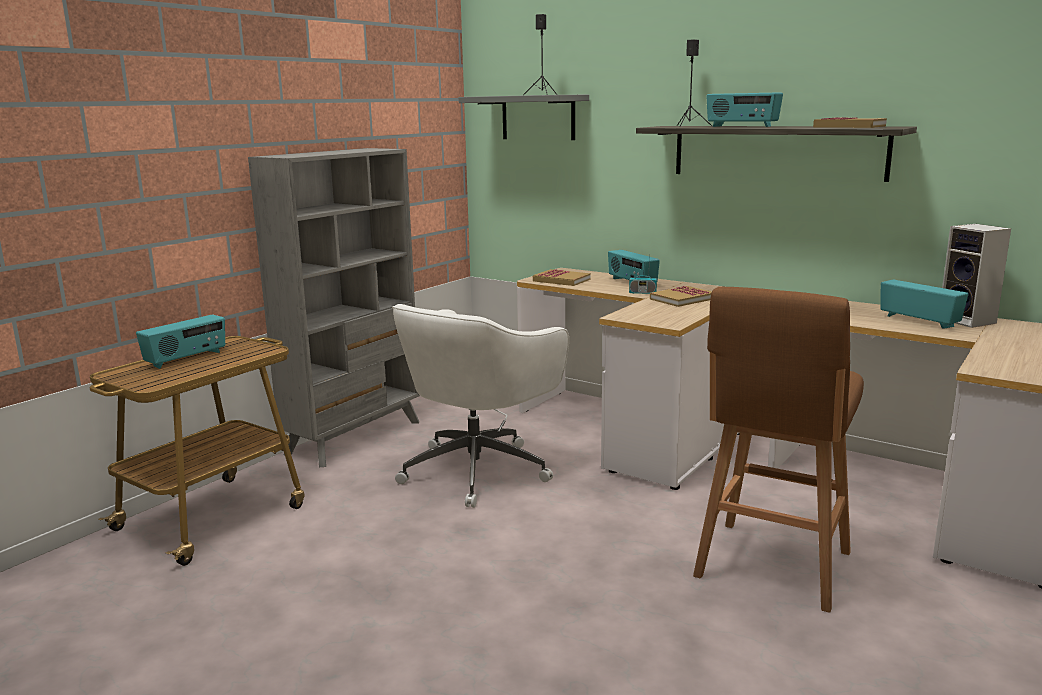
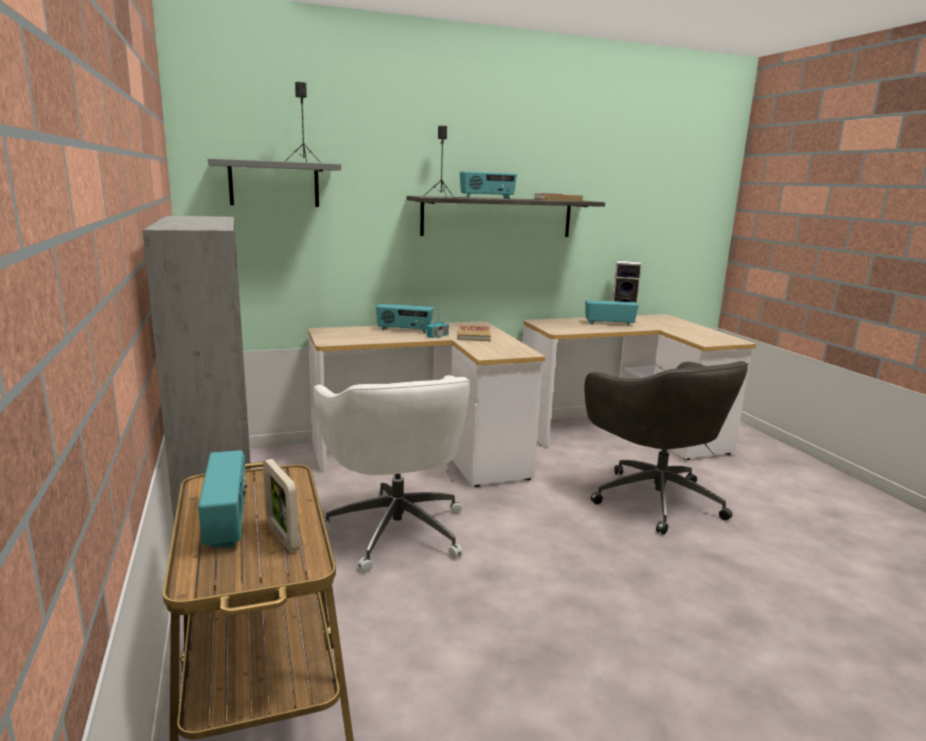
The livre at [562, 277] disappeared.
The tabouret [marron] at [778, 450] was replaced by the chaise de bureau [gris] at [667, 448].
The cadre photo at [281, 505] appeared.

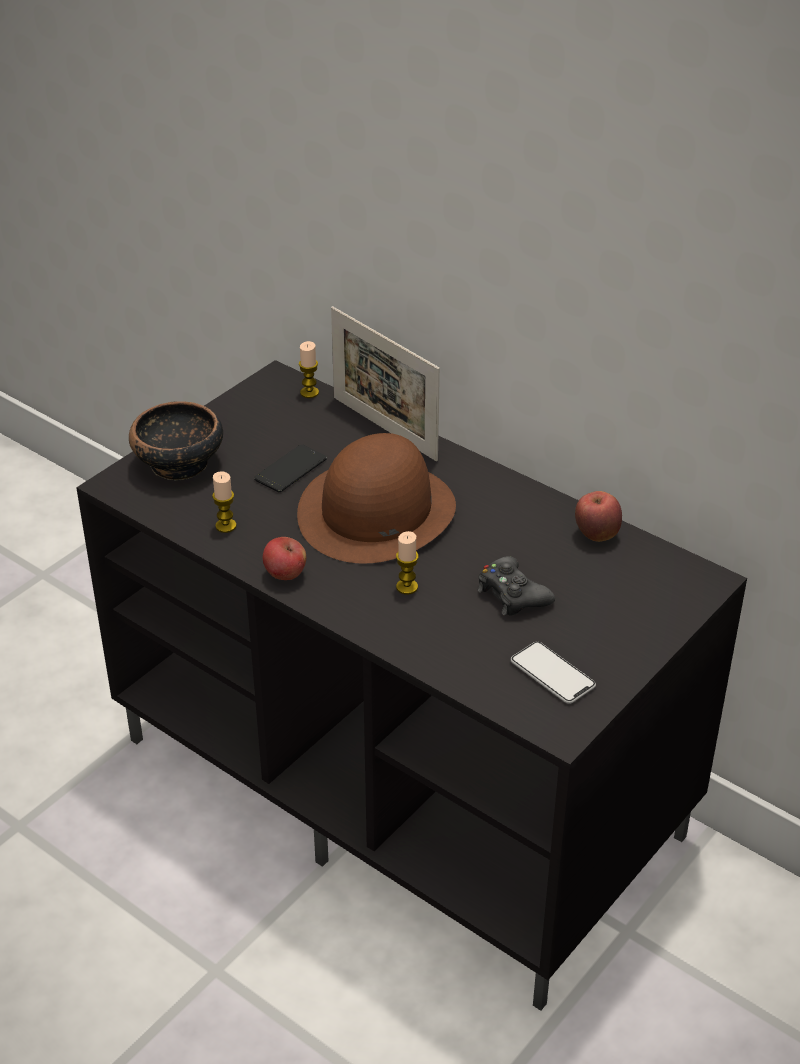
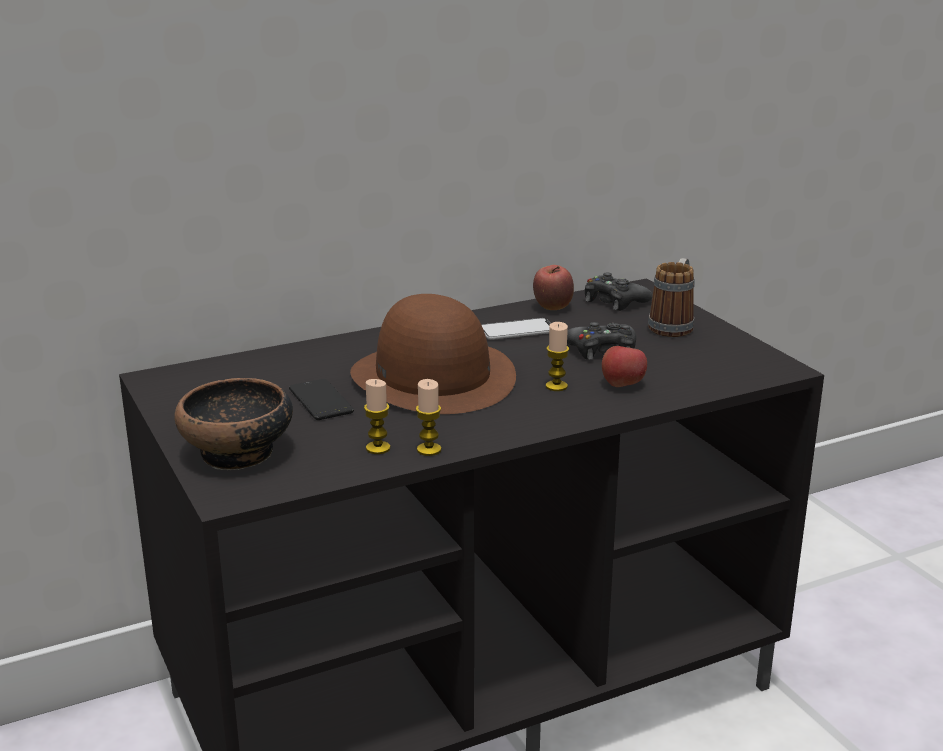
The pomme moved from [284, 558] to [624, 366].
The bougie moved from [309, 369] to [429, 417].
The cadre photo at [385, 383] disappeared.
The téléphone moved from [553, 672] to [516, 329].
The manette [noir] at [619, 292] appeared.
The mug at [671, 297] appeared.

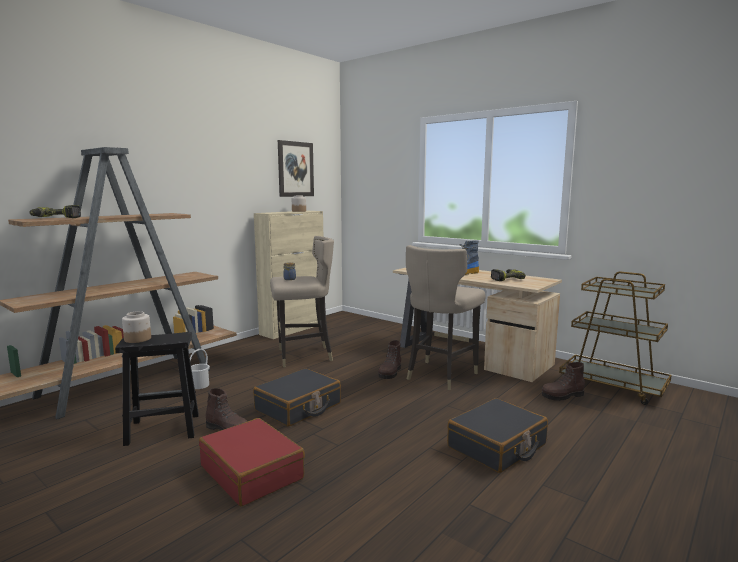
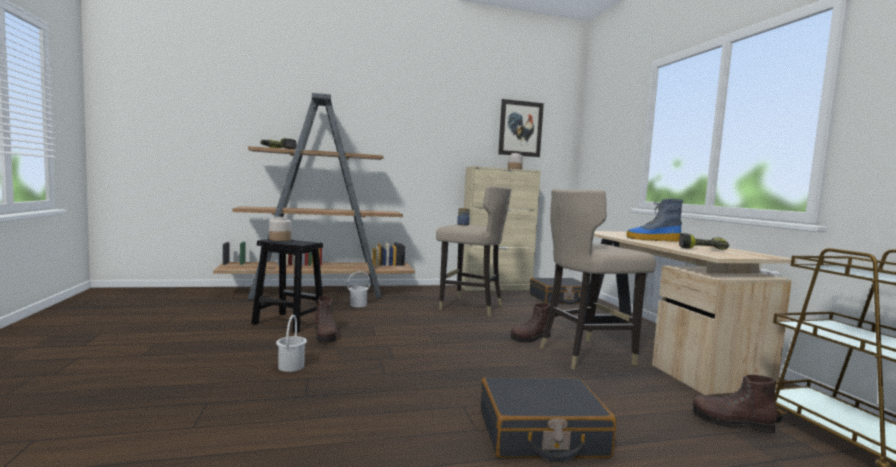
The valise [rouge] at [252, 462] was replaced by the seau [blanc] at [291, 343].
The valise [noir] moved from [297, 397] to [556, 291].

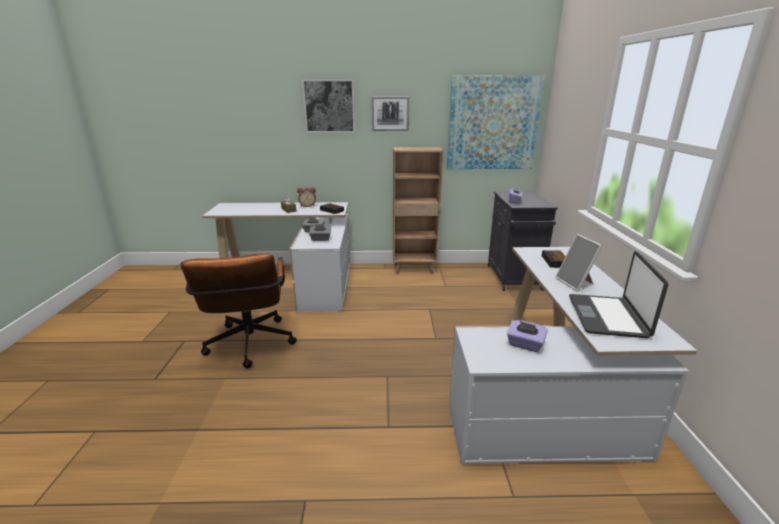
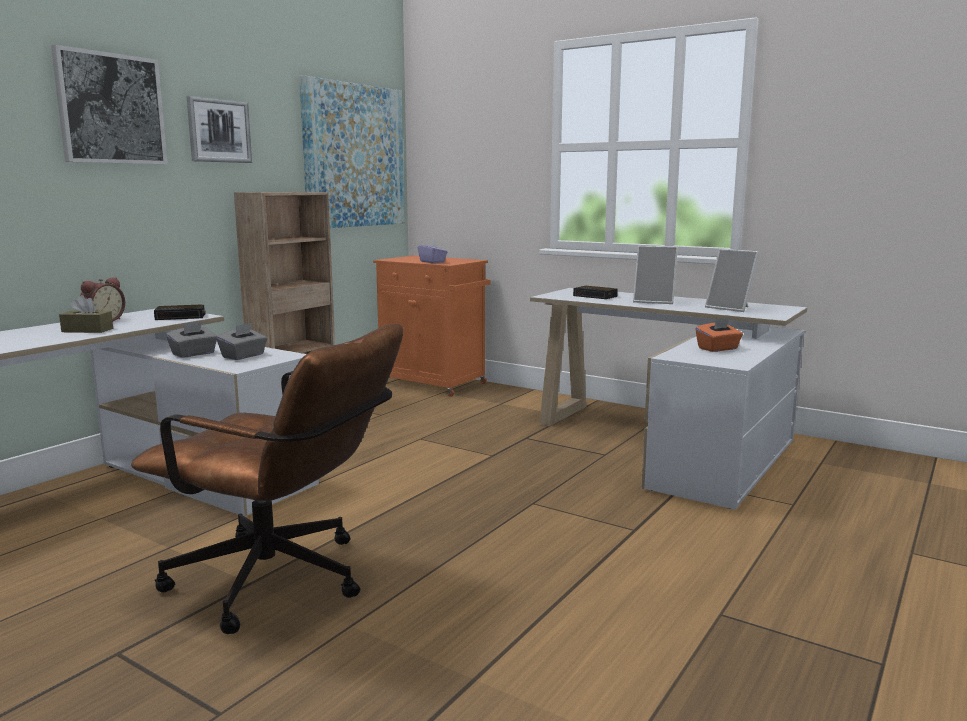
The meuble de rangement [noir] at [523, 241] became the meuble de rangement [orange] at [431, 326].
The boîte à mouchoirs [violet] at [527, 336] became the boîte à mouchoirs [orange] at [719, 335].
The ordinateur portable at [618, 294] was replaced by the cadre photo at [732, 280].

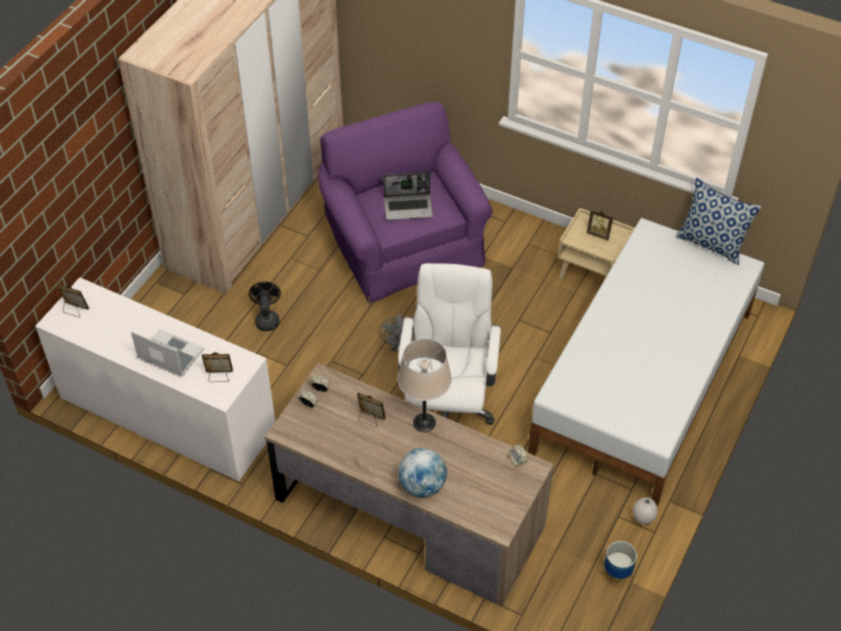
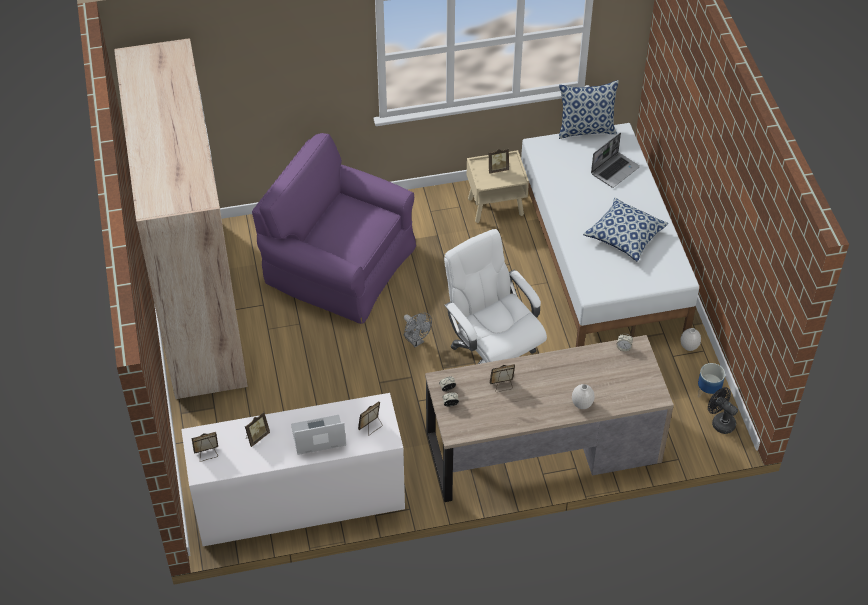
The ventilateur [noir] moved from [265, 306] to [723, 410].
The ordinateur portable moved from [408, 196] to [615, 160].
The lampe de table [beige] at [424, 385] disappeared.
The globe at [422, 473] was replaced by the vase [blanc] at [583, 396].
The cadre photo at [257, 429] appeared.
The coussin at [625, 230] appeared.

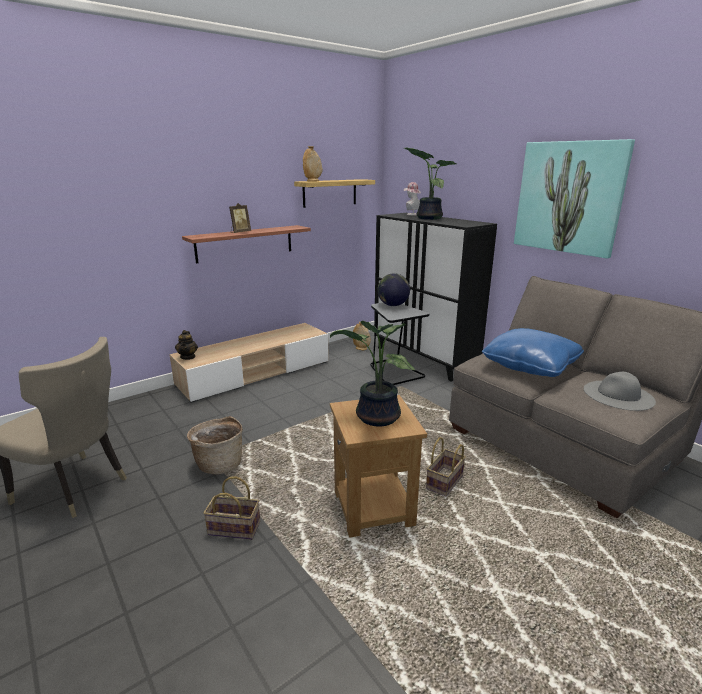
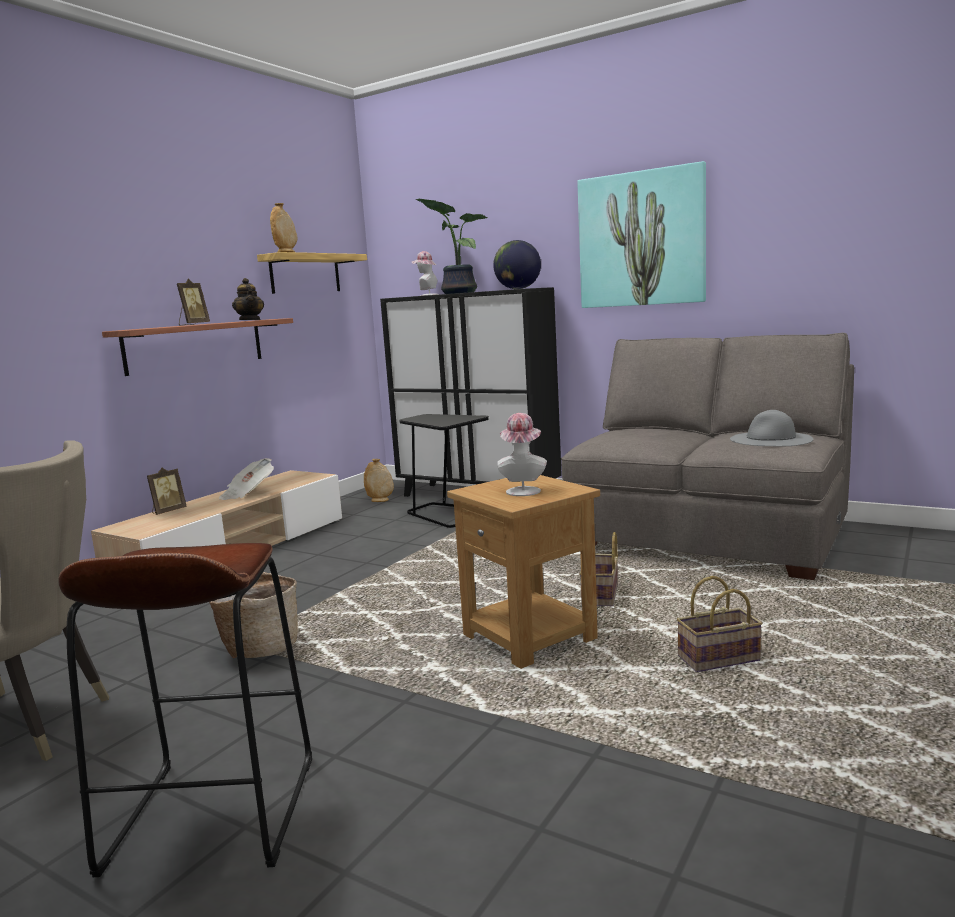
The théière moved from [186, 345] to [248, 299].
The panier moved from [232, 508] to [719, 624].
The plante en pot at [372, 373] was replaced by the chapeau at [522, 454].
The globe moved from [393, 289] to [517, 264].
The coussin [bleu] at [533, 352] disappeared.
The tabouret [marron] at [185, 710] appeared.
The cadre photo at [167, 491] appeared.
The journal at [246, 479] appeared.

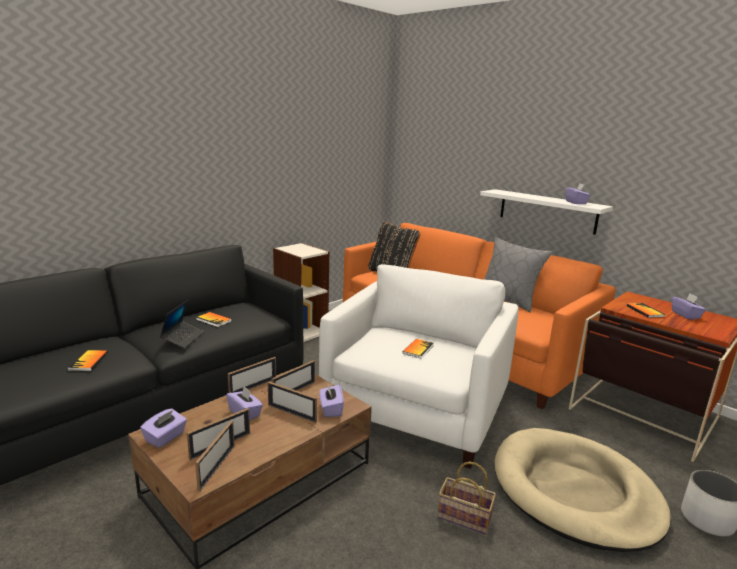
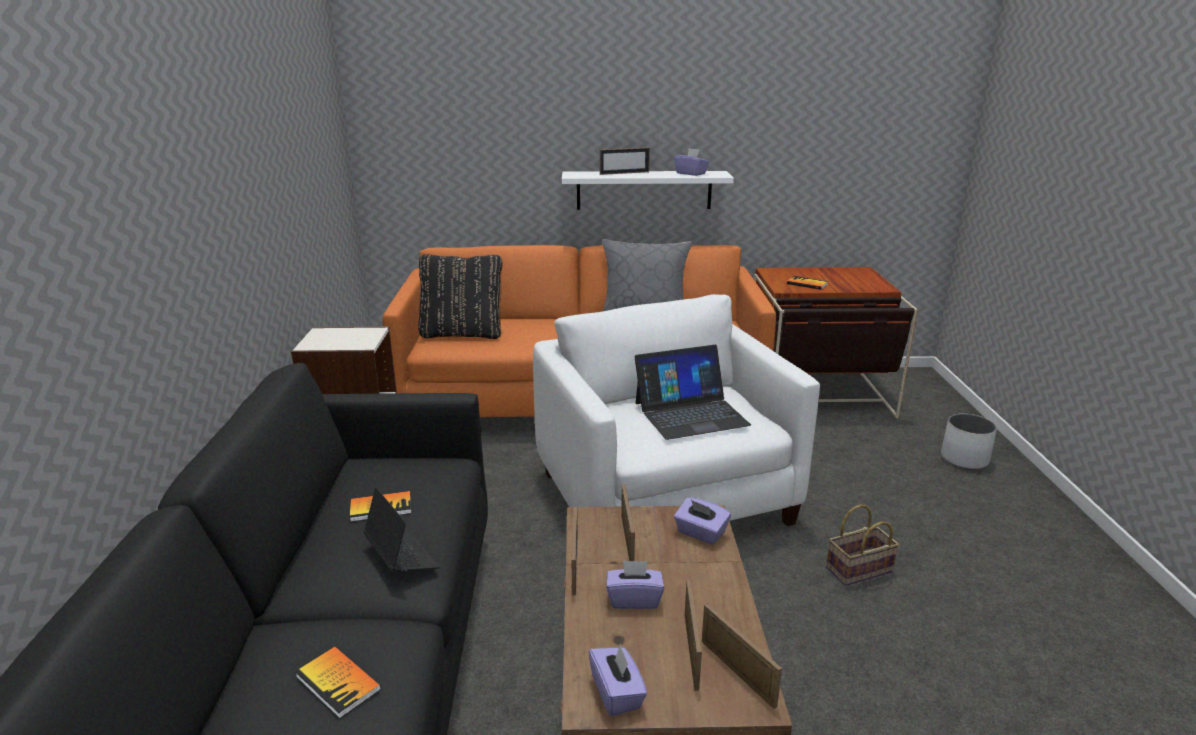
The cadre photo moved from [292, 402] to [625, 161].
The livre at [418, 349] was replaced by the ordinateur portable at [693, 392].
The panier pour chien [beige] at [582, 490] disappeared.
The boîte à mouchoirs [violet] at [689, 306] disappeared.

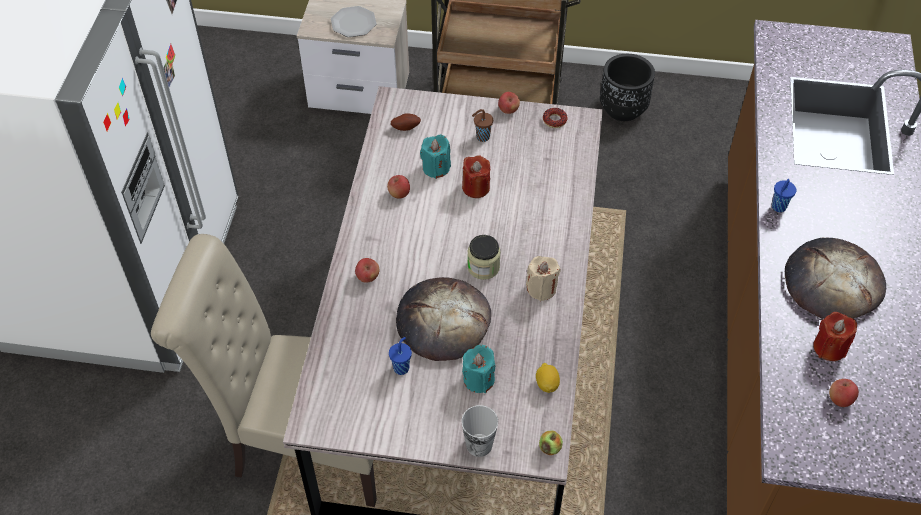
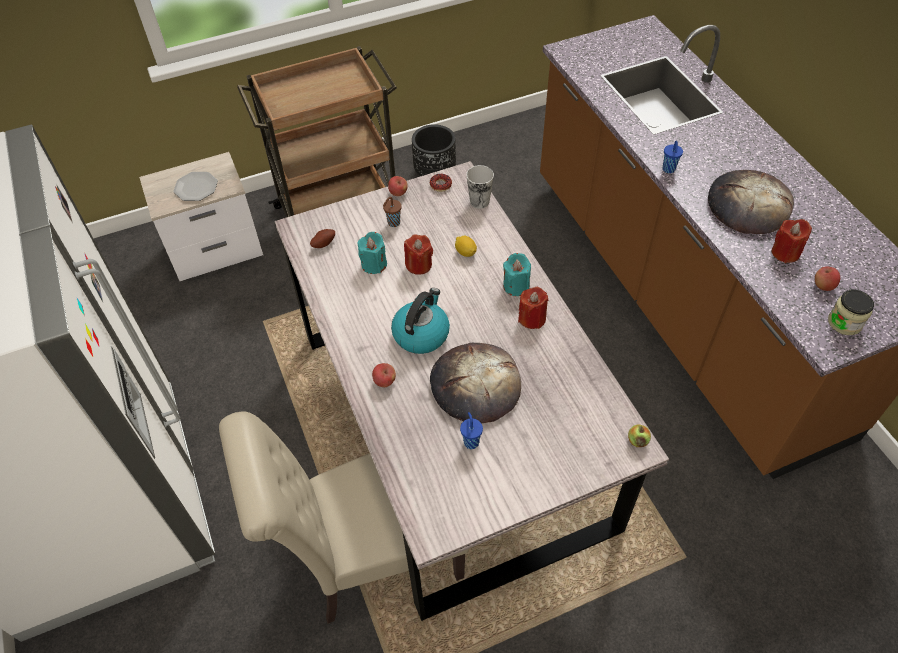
The pomme at [398, 187] disappeared.
The tasse moved from [479, 431] to [480, 187].
The bougie [turquoise] moved from [478, 369] to [517, 274].
The bocal moved from [484, 257] to [851, 312].
The bougie [beige] at [543, 278] became the bougie [rouge] at [533, 308].
The citron moved from [548, 378] to [466, 246].
The bouilloire at [420, 321] appeared.

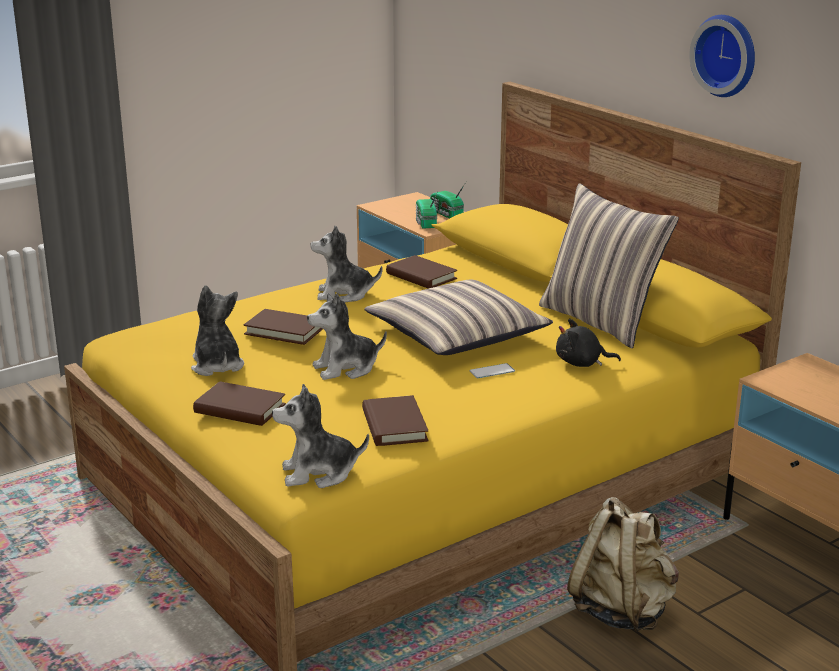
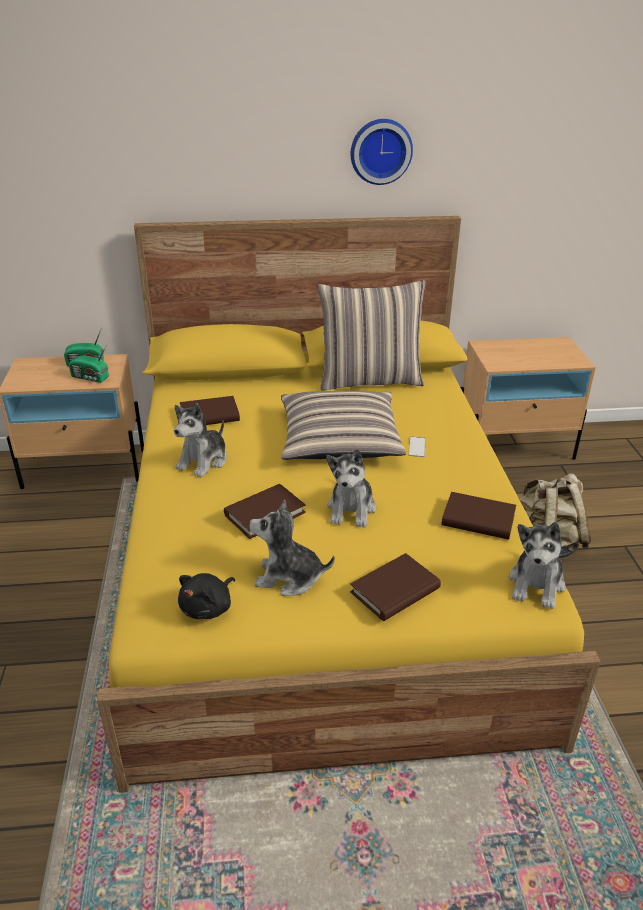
The peluche [noir] moved from [588, 343] to [206, 596].

